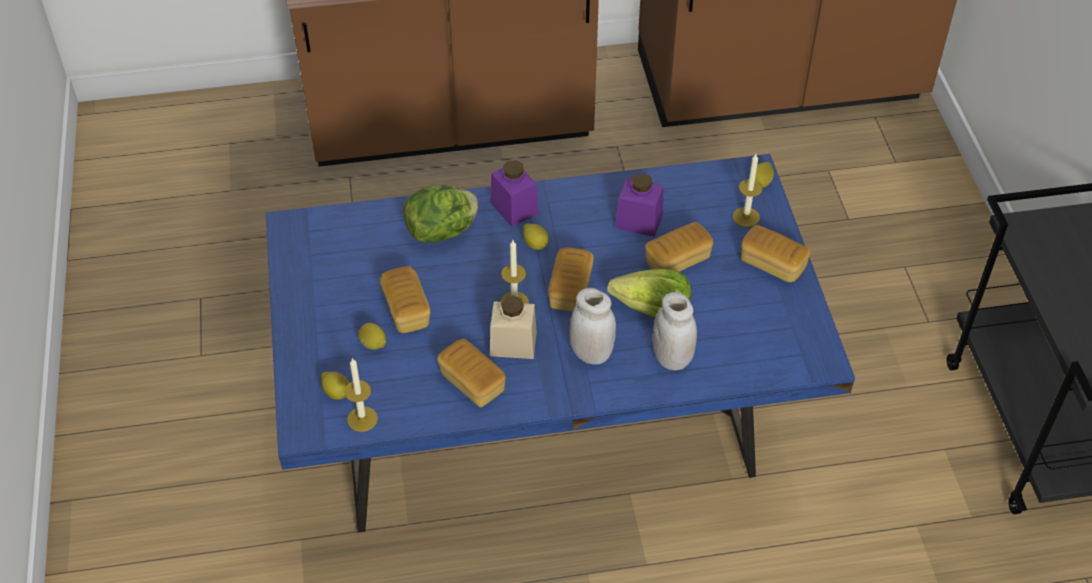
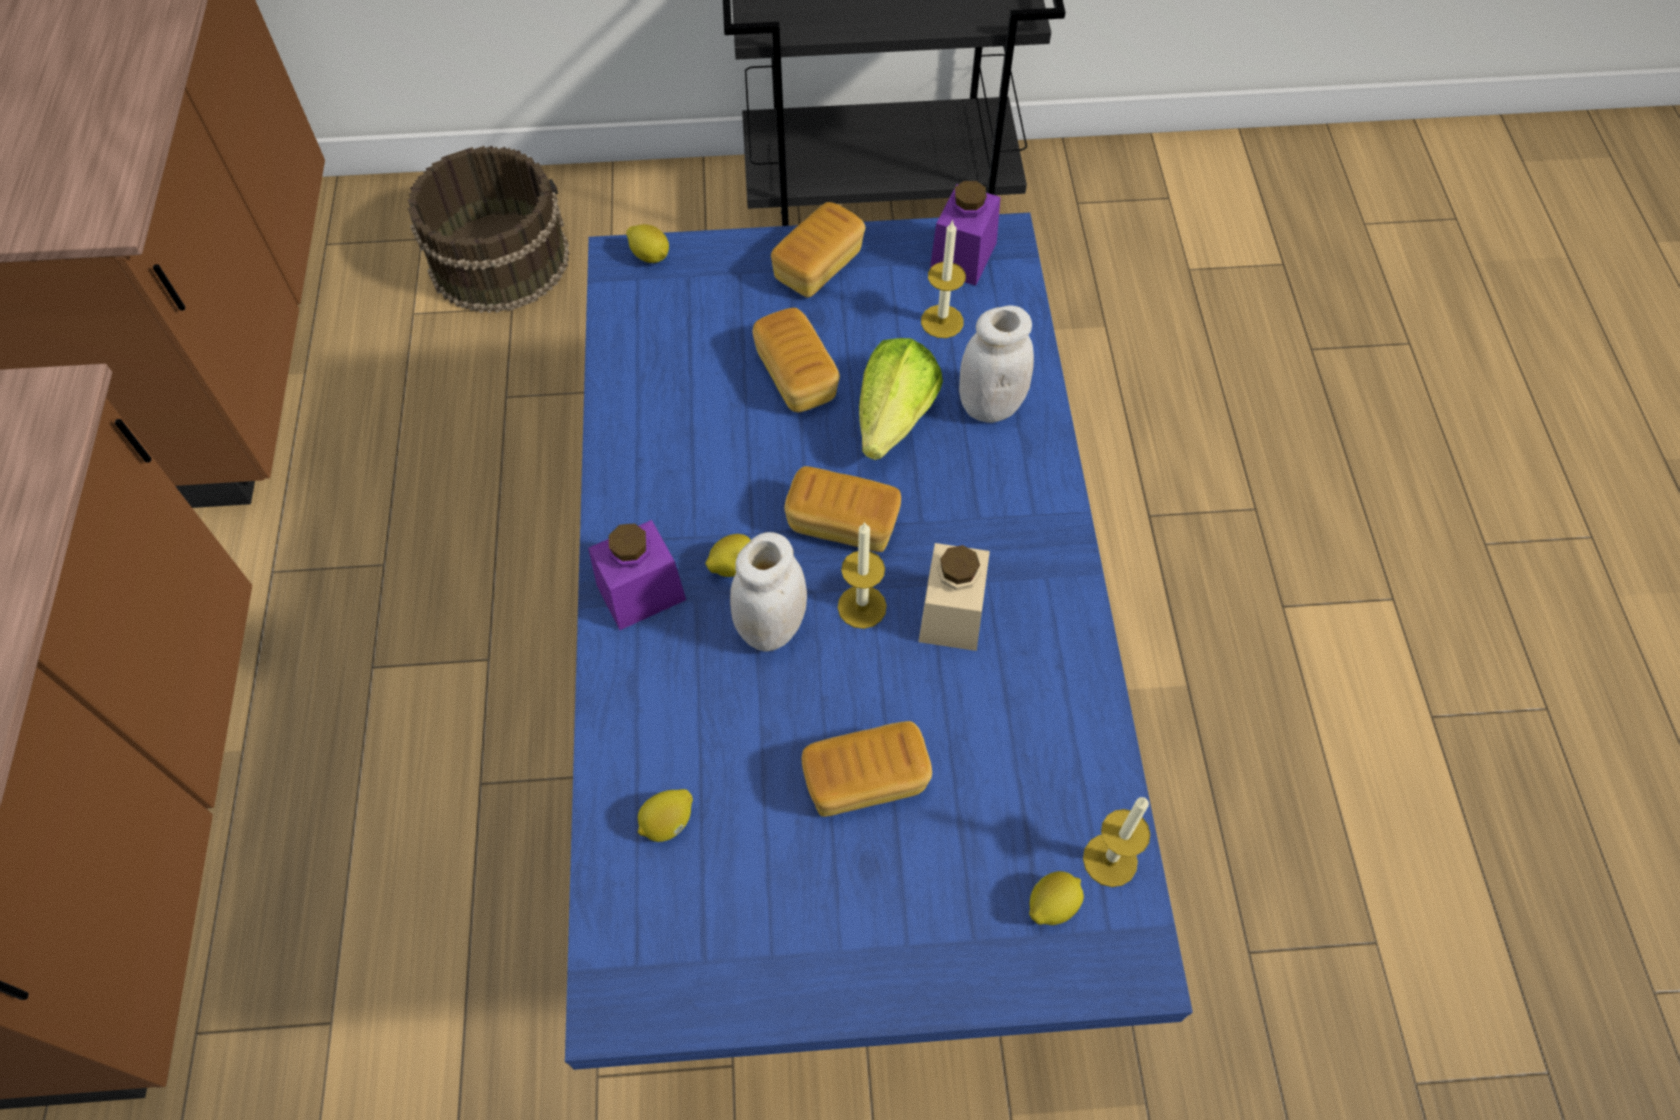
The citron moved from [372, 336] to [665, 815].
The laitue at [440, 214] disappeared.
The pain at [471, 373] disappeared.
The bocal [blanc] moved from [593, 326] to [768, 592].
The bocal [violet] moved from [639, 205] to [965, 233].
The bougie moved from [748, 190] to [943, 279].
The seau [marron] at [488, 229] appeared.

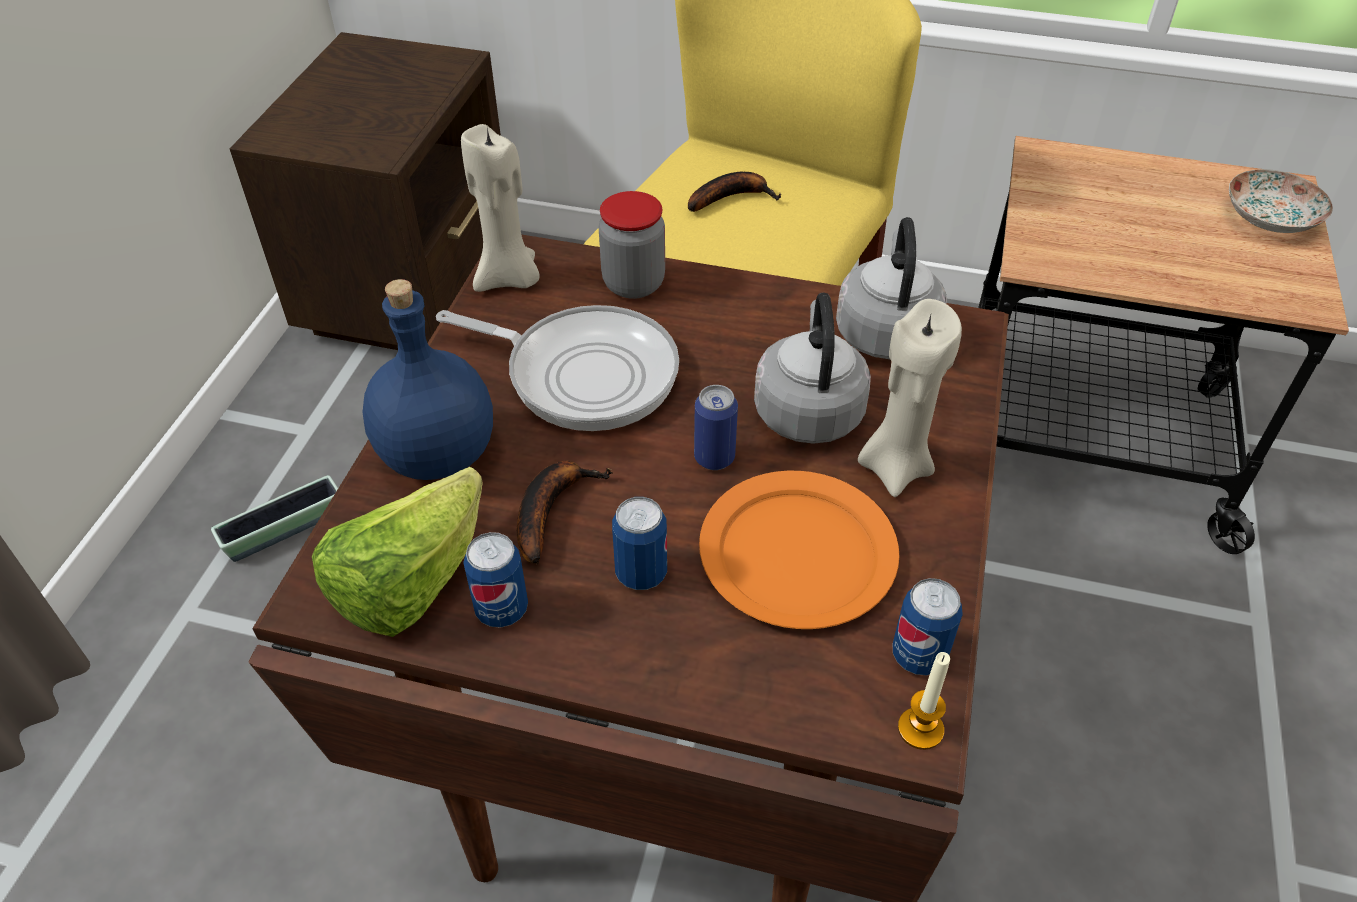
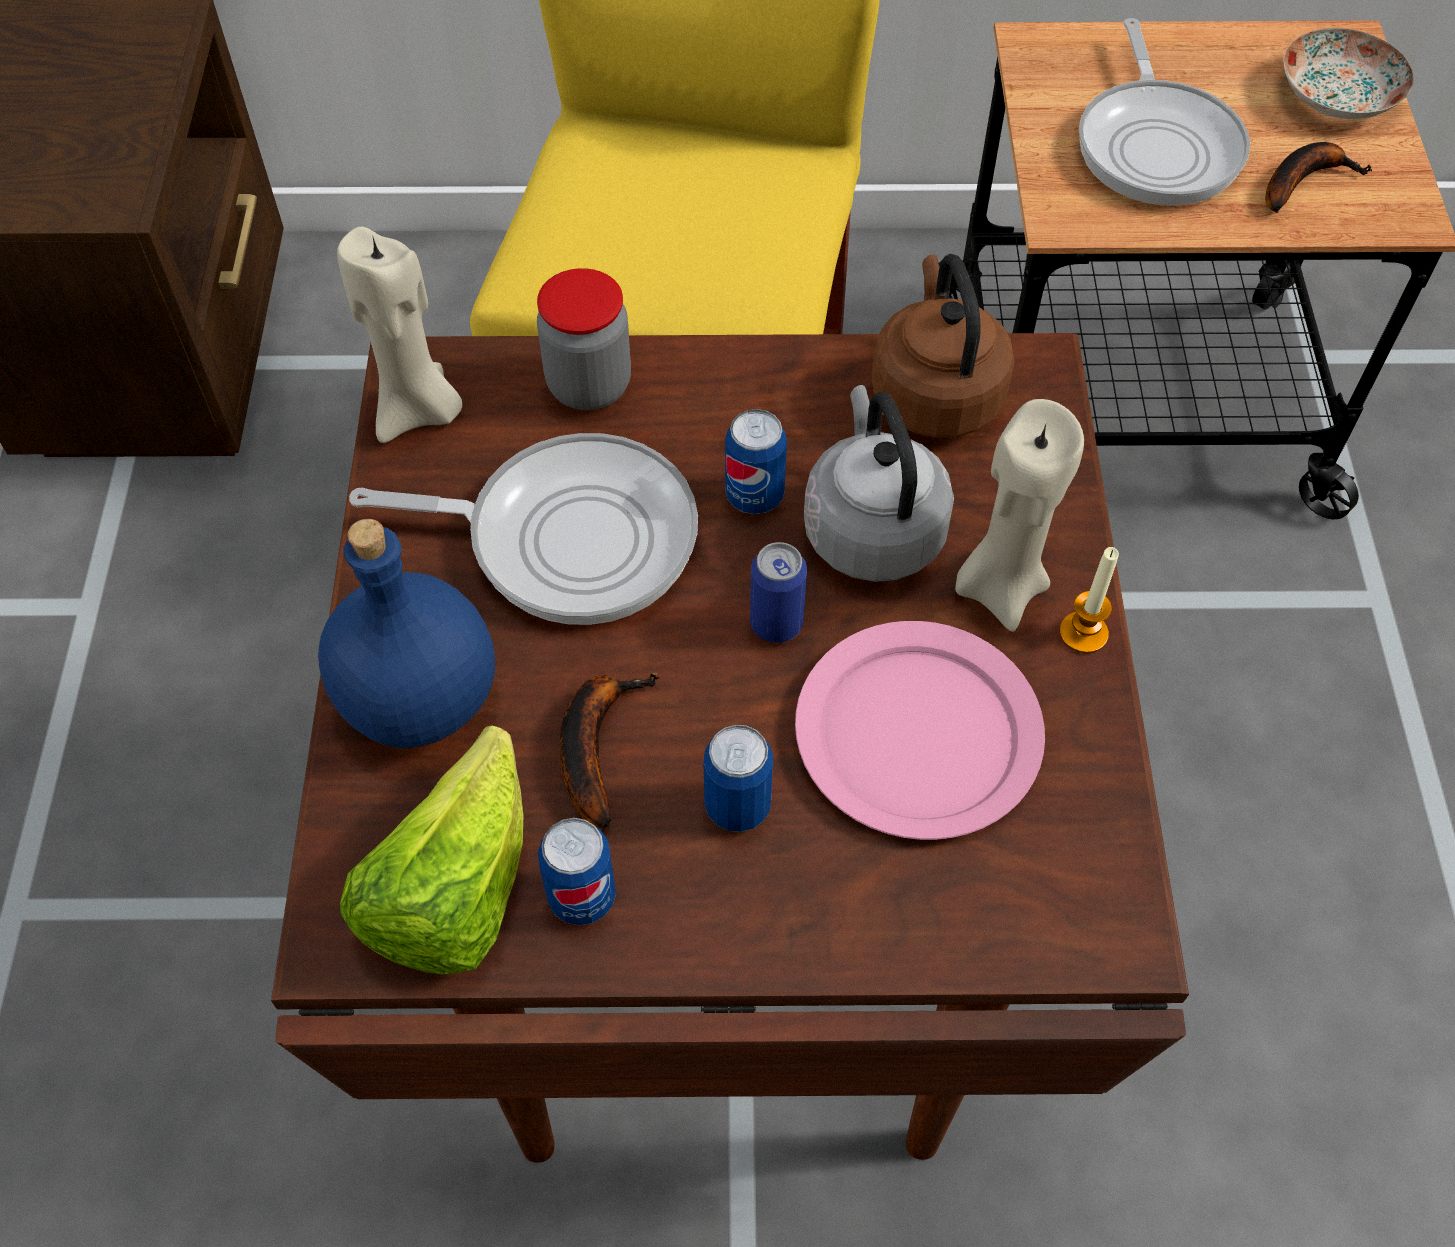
The cache-pot at [274, 518] disappeared.
The banane moved from [735, 192] to [1318, 177].
The assiette [orange] at [799, 550] became the assiette [rose] at [920, 730].
The bouilloire [gris] at [891, 288] became the bouilloire [marron] at [943, 346].
The boîte métallique moved from [928, 626] to [756, 461].
The bougie moved from [924, 701] to [1089, 600].
The poêle at [1164, 112] appeared.

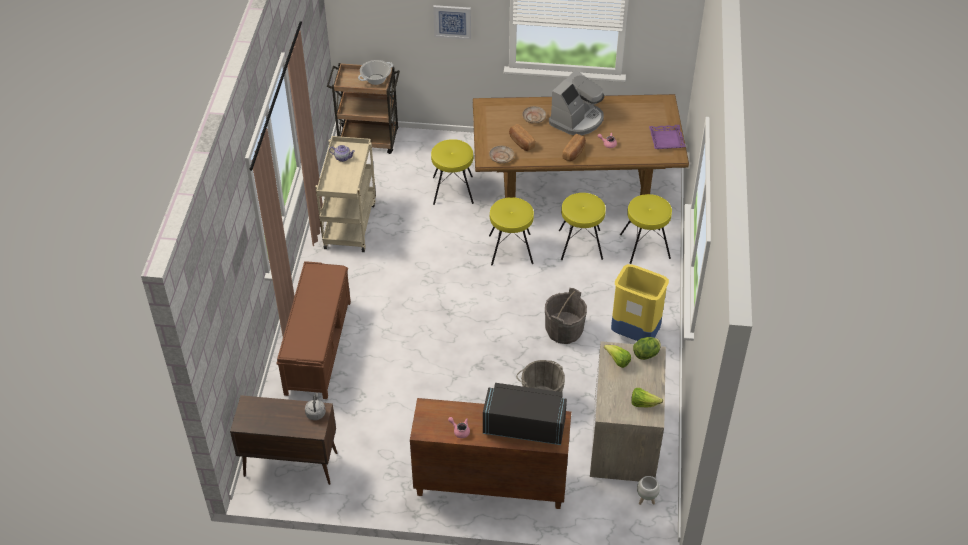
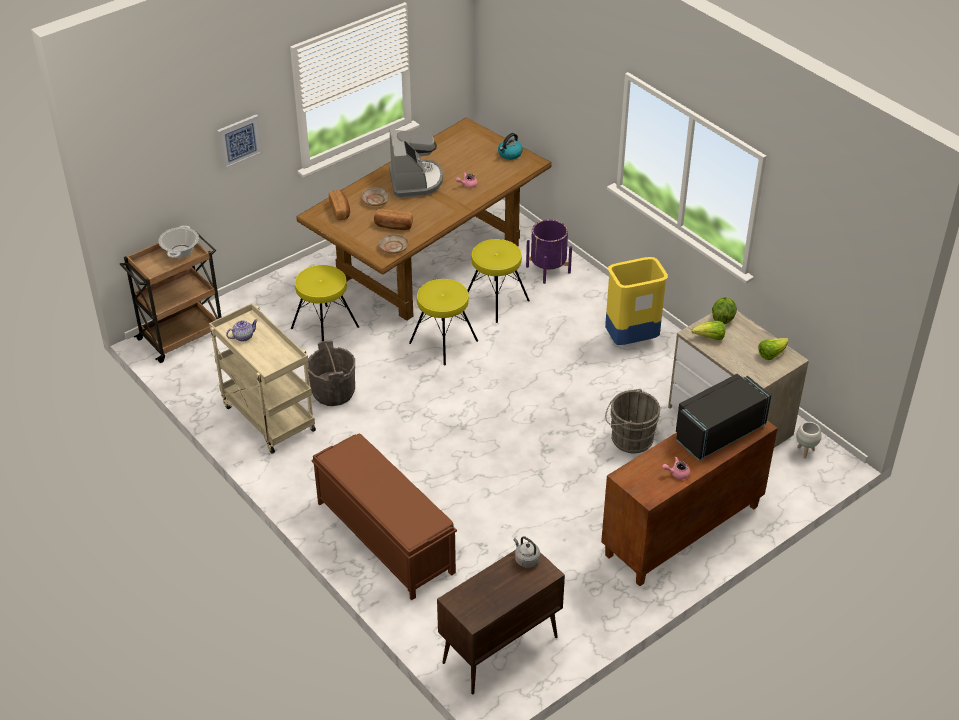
The seau [gris] moved from [566, 316] to [331, 373].
The pain moved from [574, 147] to [339, 205].
The tabouret [jaune] at [646, 229] was replaced by the cache-pot [violet] at [549, 252].
The plateau [violet] at [667, 137] was replaced by the bouilloire at [510, 146].

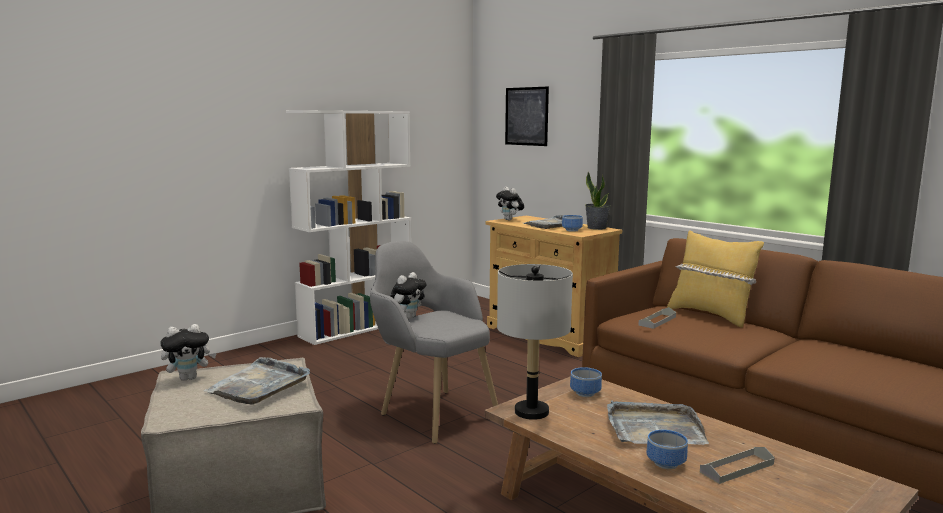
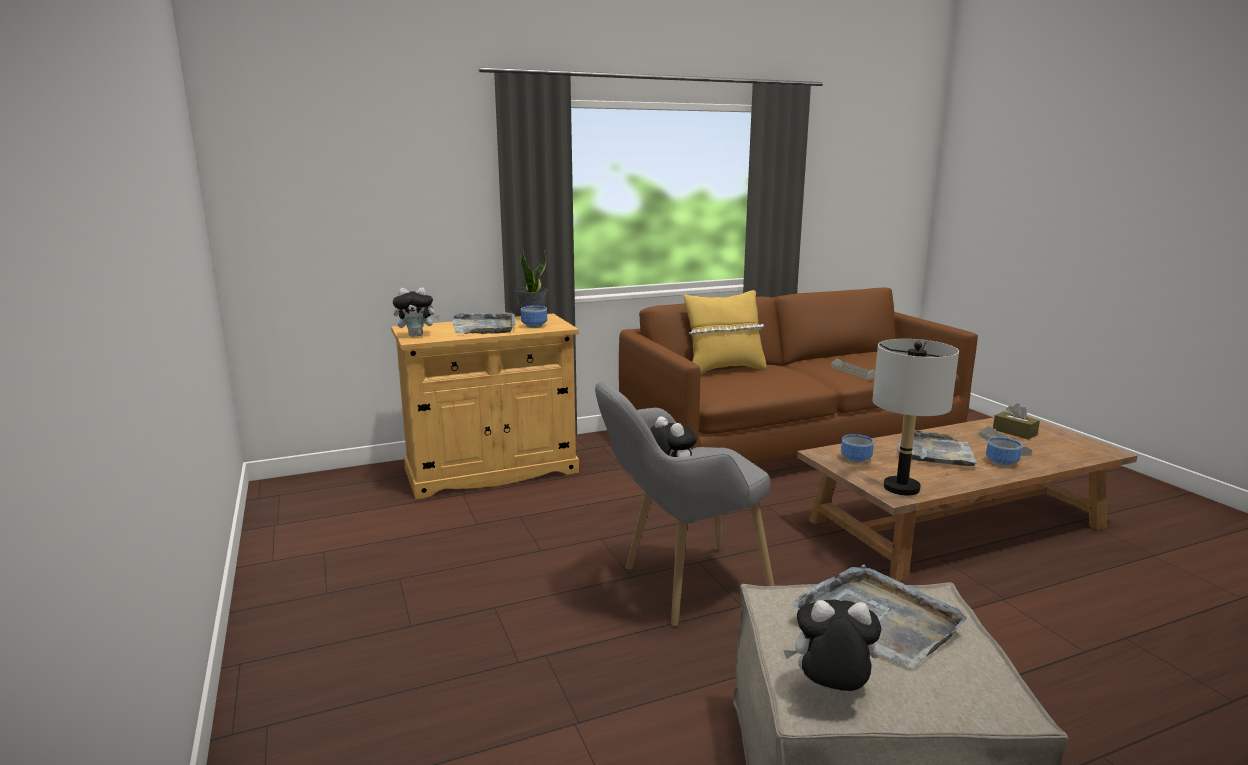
The peluche at [188, 352] turned 75 degrees counterclockwise.
The bibliothèque [blanc] at [348, 227] disappeared.
The tableau at [527, 116] disappeared.
The plateau [gris] moved from [657, 318] to [853, 369].
The boîte à mouchoirs [marron] at [1016, 421] appeared.

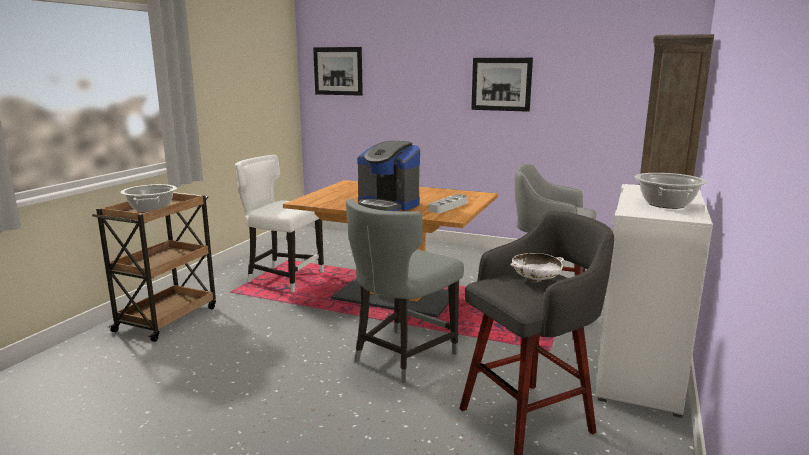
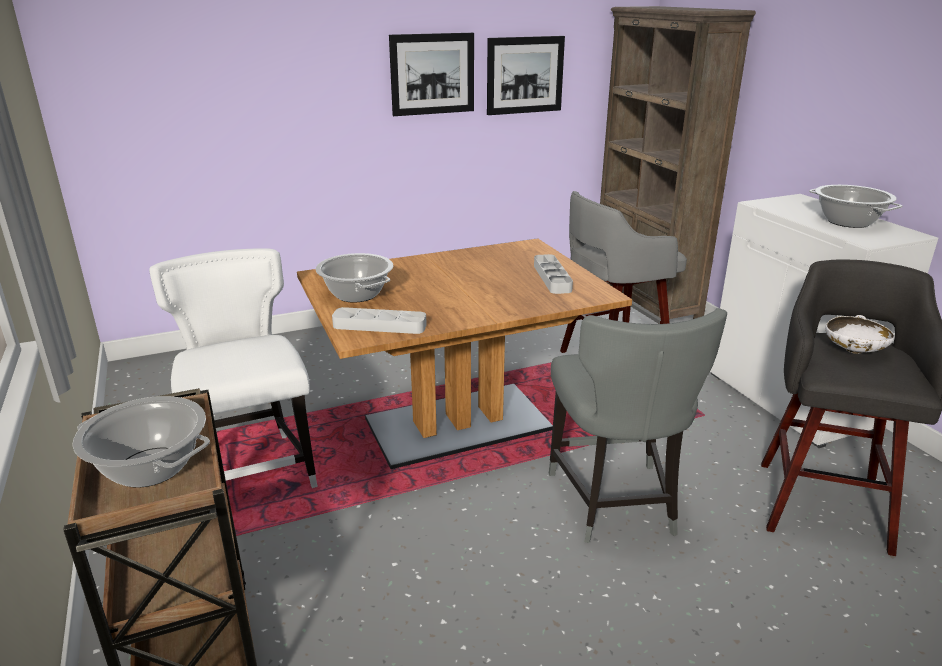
The chaise [blanc] at [279, 223] turned 90 degrees clockwise.
The tableau moved from [338, 71] to [526, 75].
The machine à café at [388, 176] disappeared.
The marmite at [354, 278] appeared.
The plateau [gris] at [379, 320] appeared.

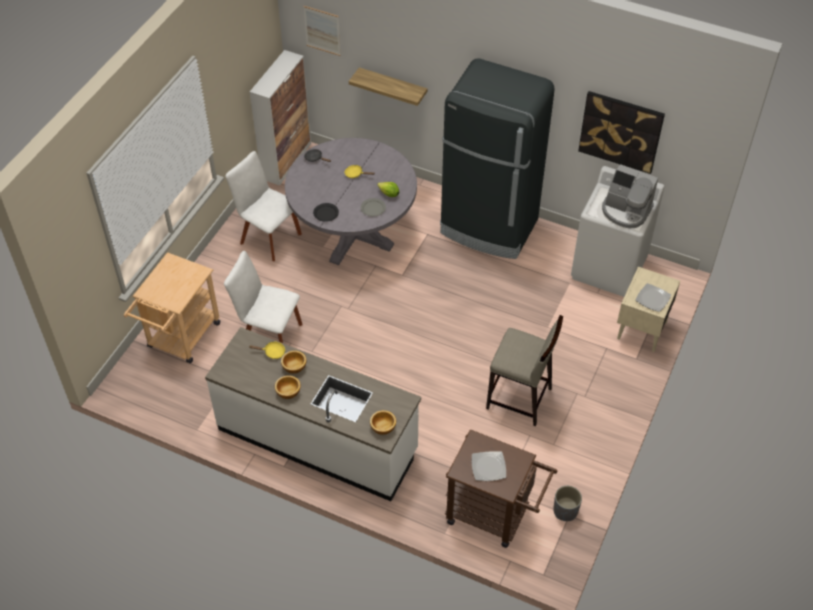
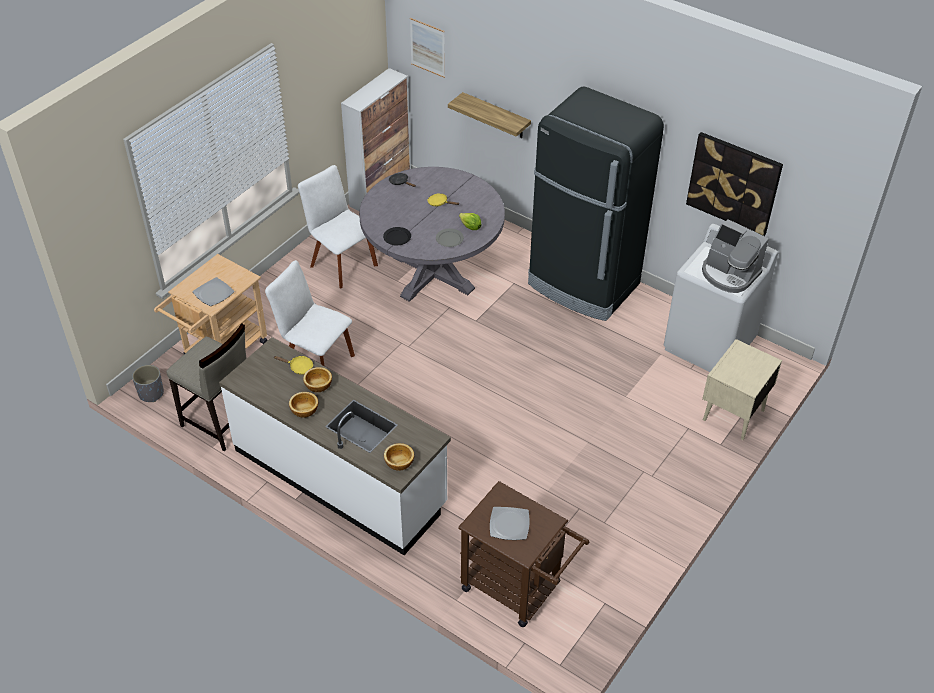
The tabouret [beige] moved from [524, 370] to [206, 387].
The cache-pot [gris] moved from [567, 503] to [148, 383].
The assiette moved from [653, 297] to [213, 291].

